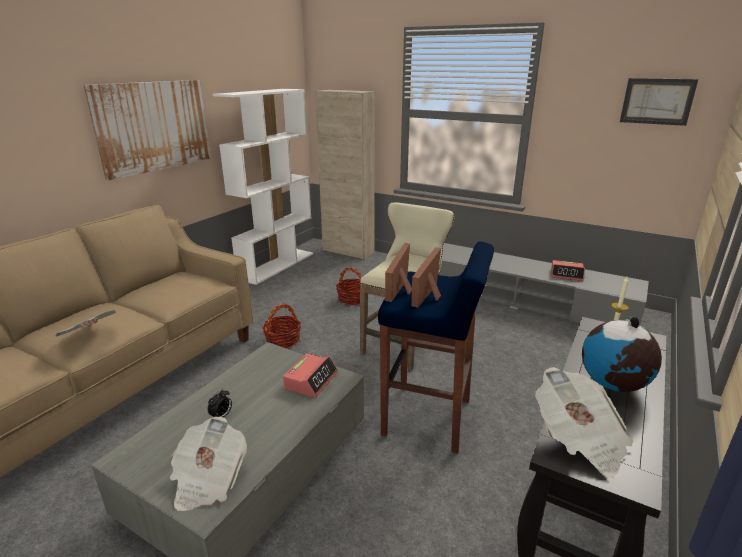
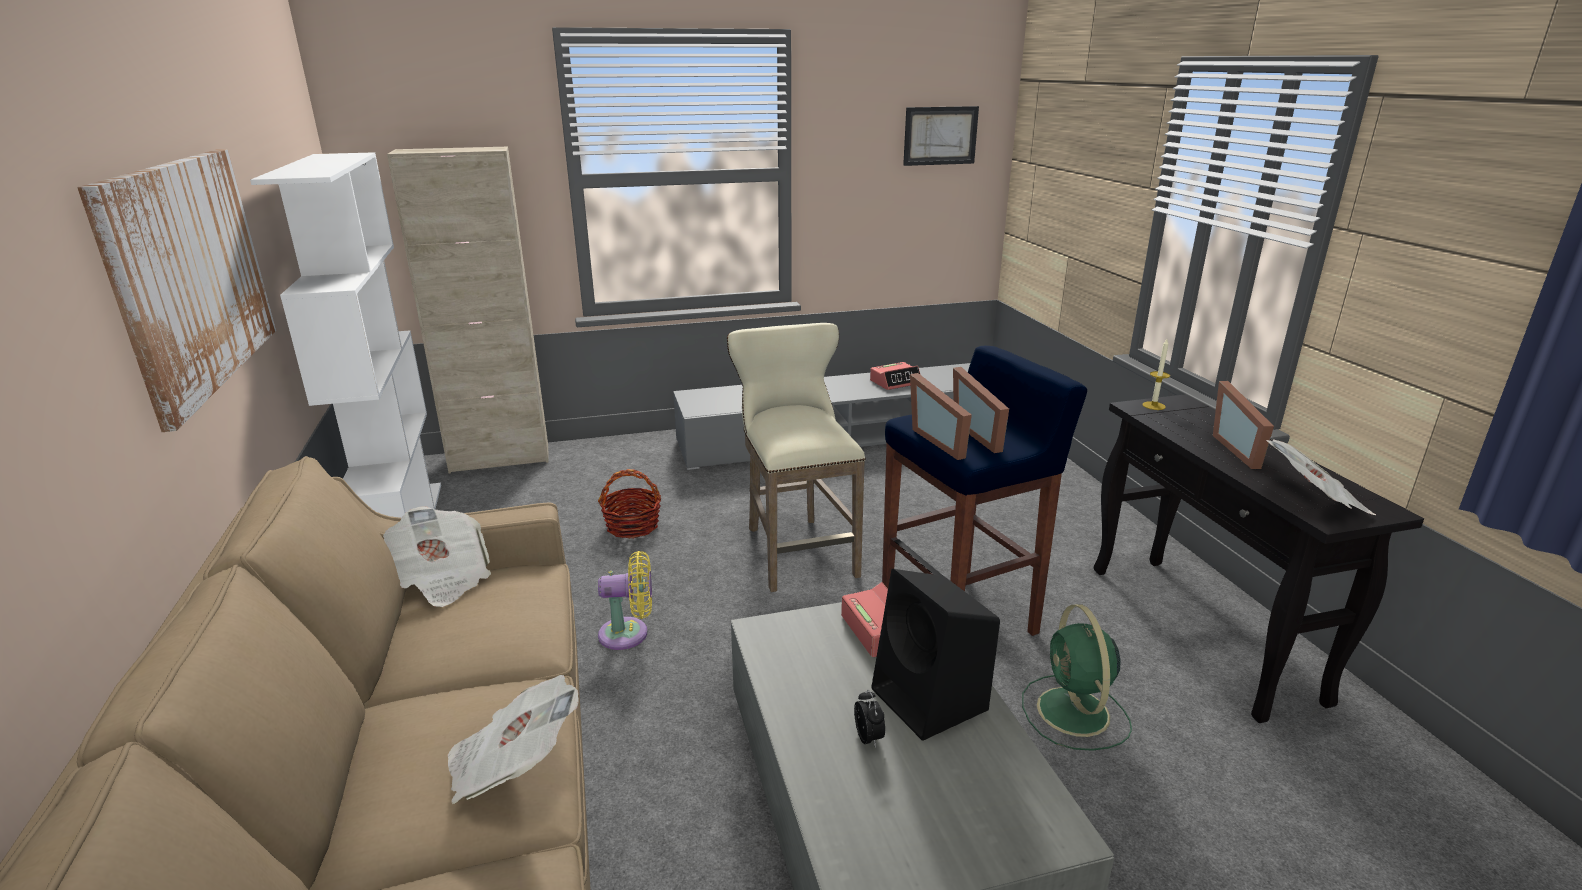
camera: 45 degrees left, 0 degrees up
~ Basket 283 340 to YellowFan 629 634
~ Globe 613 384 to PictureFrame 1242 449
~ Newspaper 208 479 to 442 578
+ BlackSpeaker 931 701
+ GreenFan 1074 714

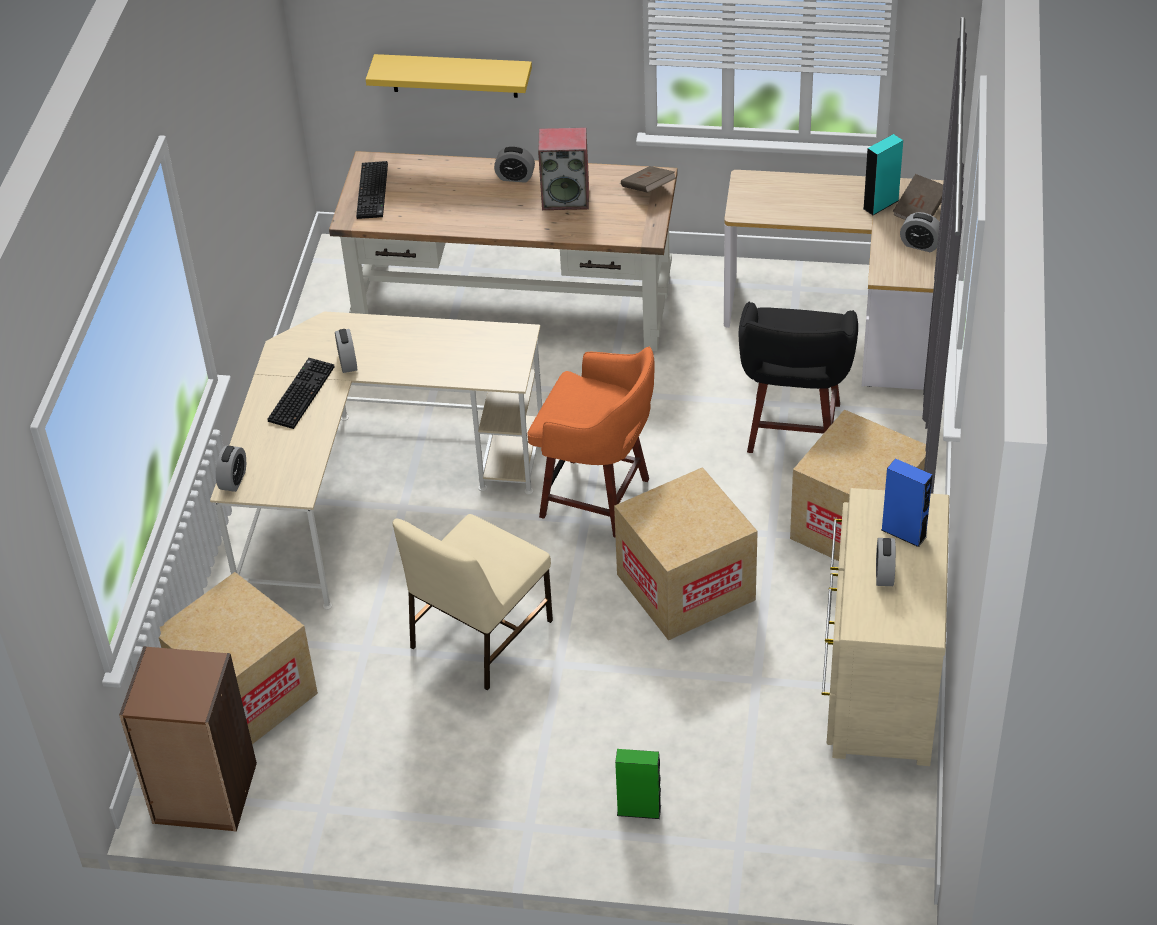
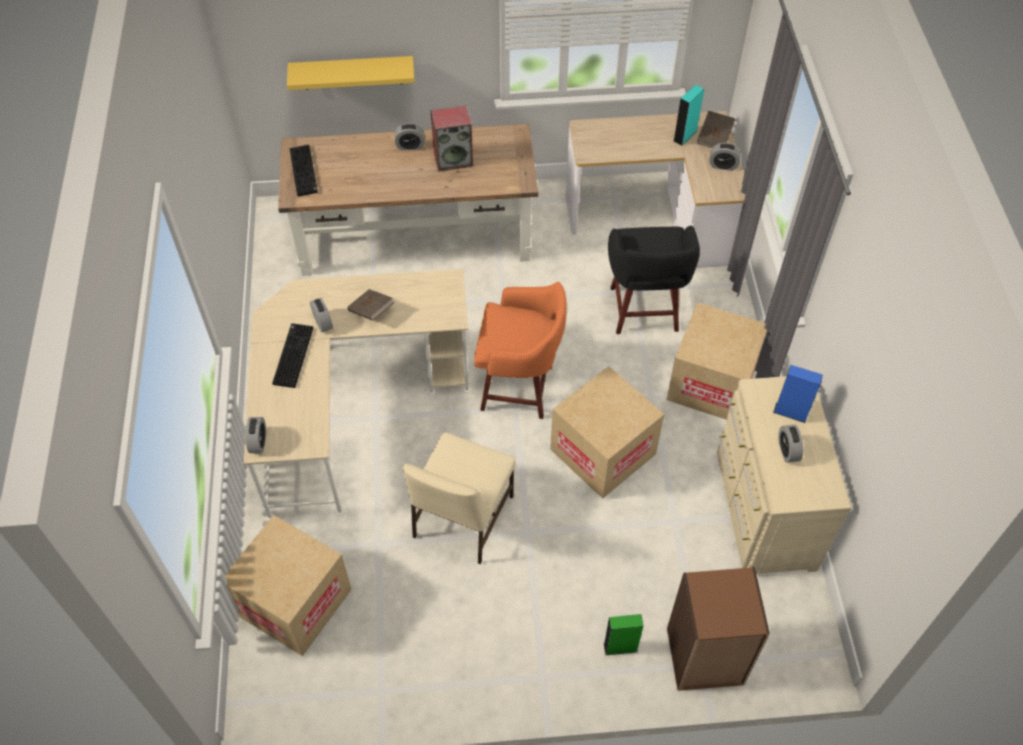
camera: 15 degrees left, 10 degrees up
~ BrownBook 648 189 to 371 311
~ BrownBookcase 204 794 to 705 657

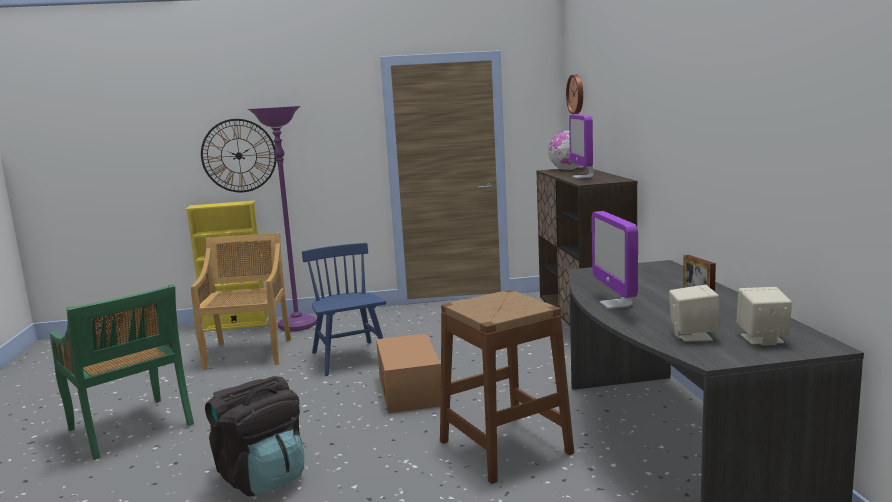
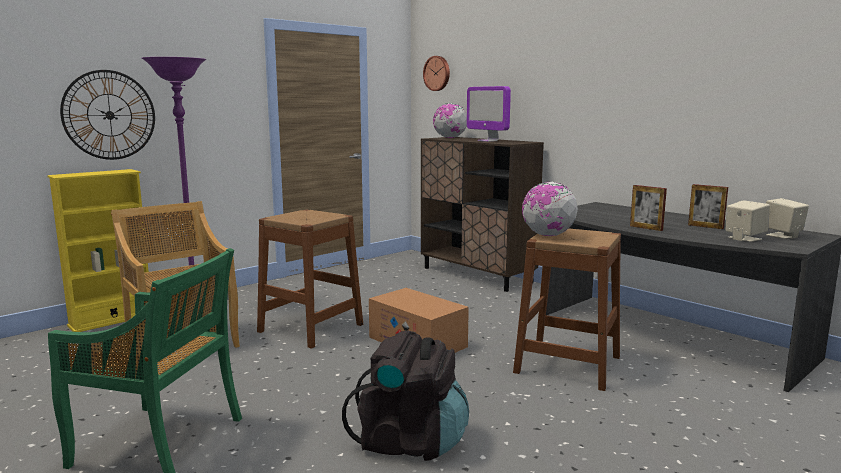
camera: 35 degrees left, 0 degrees up
~ Monitor 616 304 to PictureFrame 646 228
~ BlueChair 350 358 to BrownStool 310 328
+ Globe 548 235

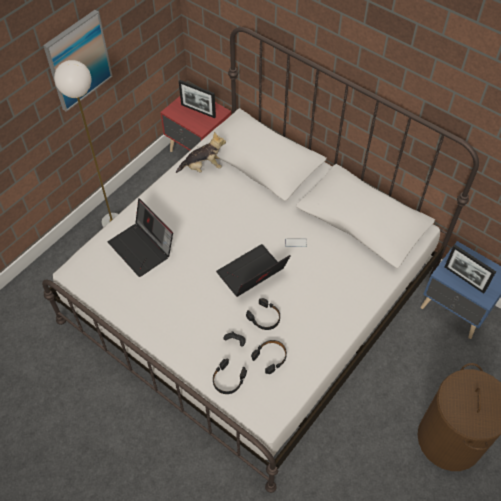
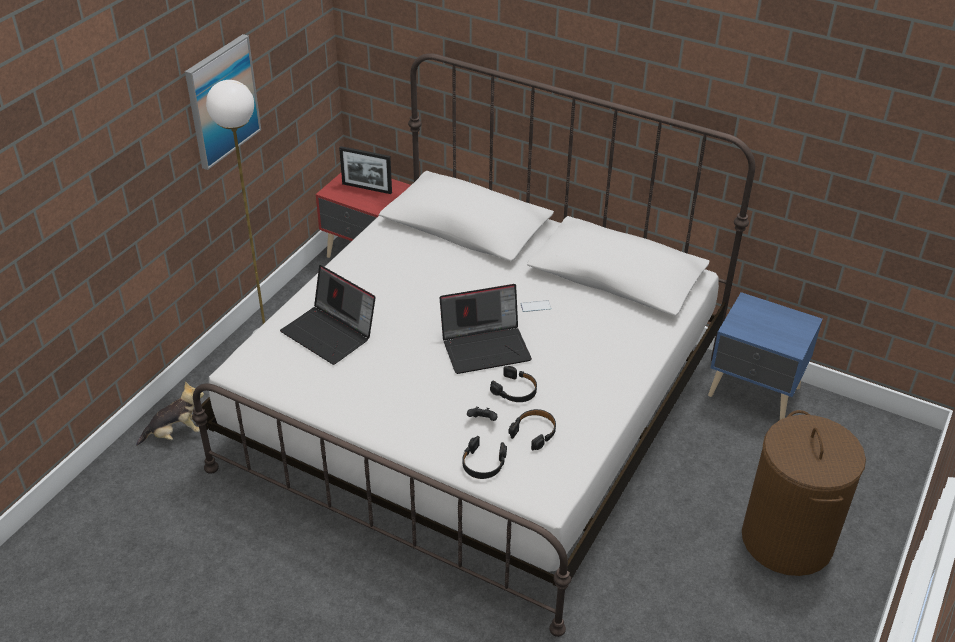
camera: 10 degrees left, 15 degrees down
~ PlushToy 203 167 to 176 433
~ Laptop 252 275 = 486 346 150 degrees counterclockwise
- PictureFrame 464 279

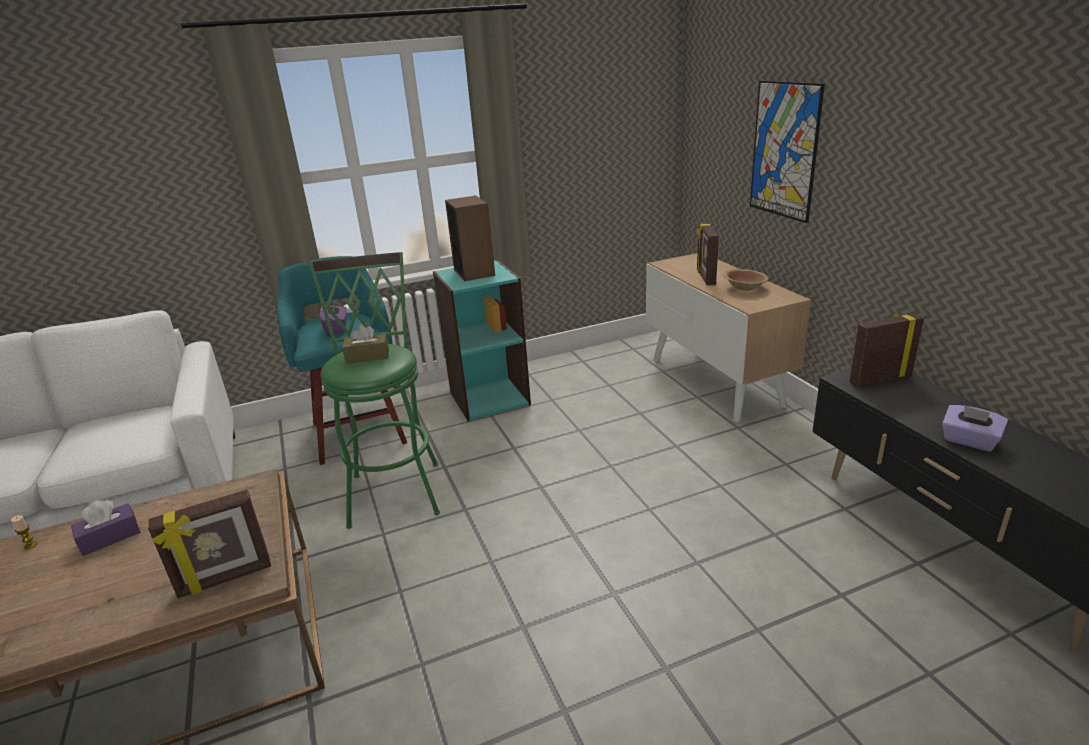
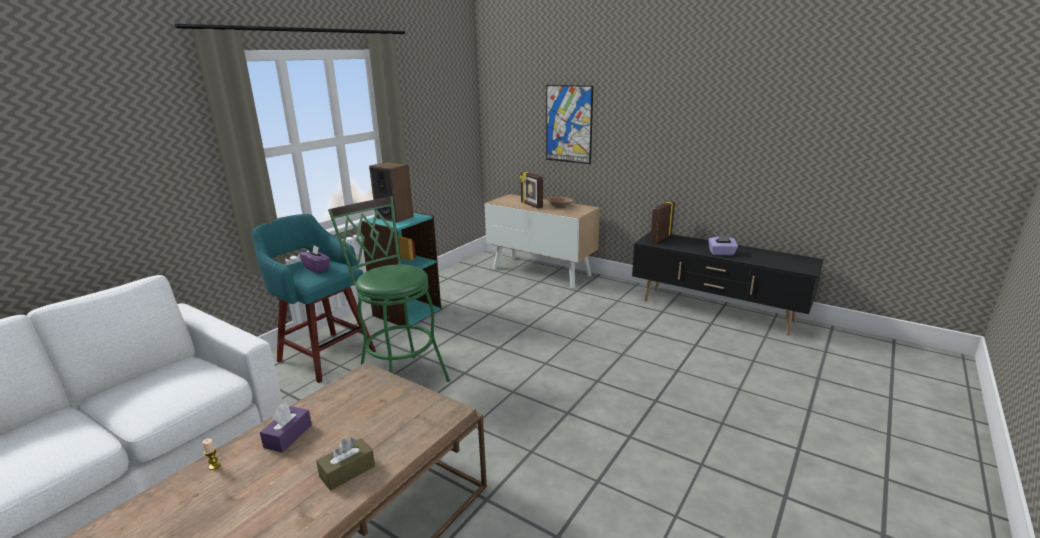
camera: 35 degrees left, 5 degrees down
~ BrownTissueBox 367 356 to 347 471
- PictureFrame 225 579

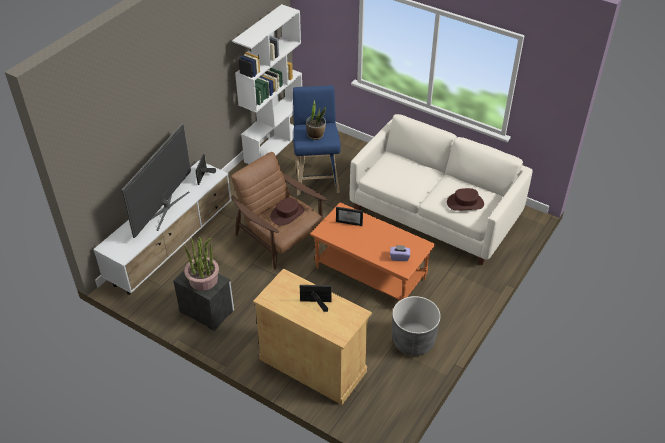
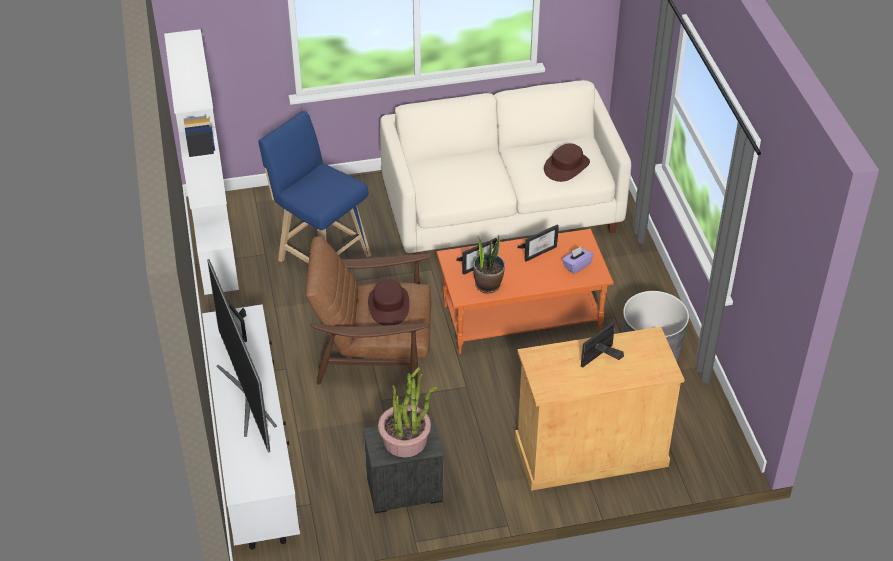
camera: 45 degrees left, 0 degrees up
~ PottedPlant 315 135 to 488 284
+ PictureFrame 539 251

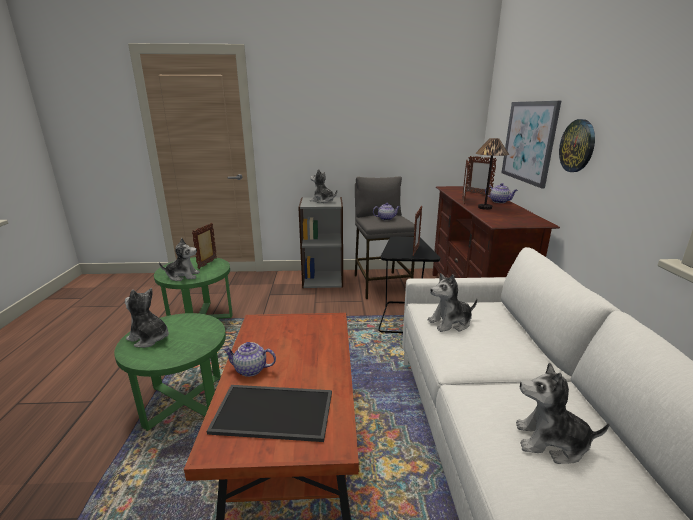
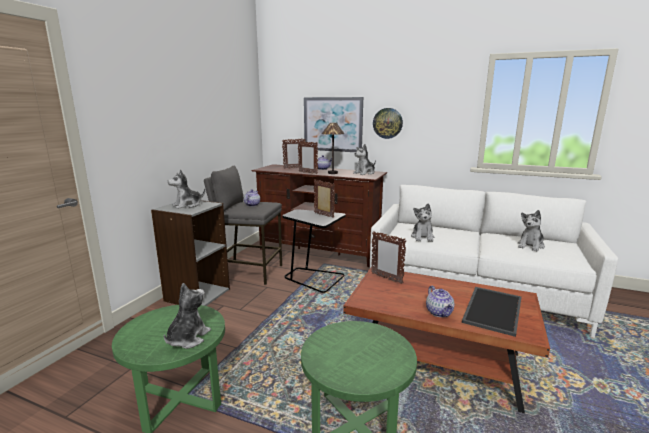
camera: 65 degrees left, 5 degrees down
~ PictureFrame 208 263 to 386 278
~ PlushToy 149 338 to 365 173
~ Teapot 250 370 = 439 312 45 degrees counterclockwise

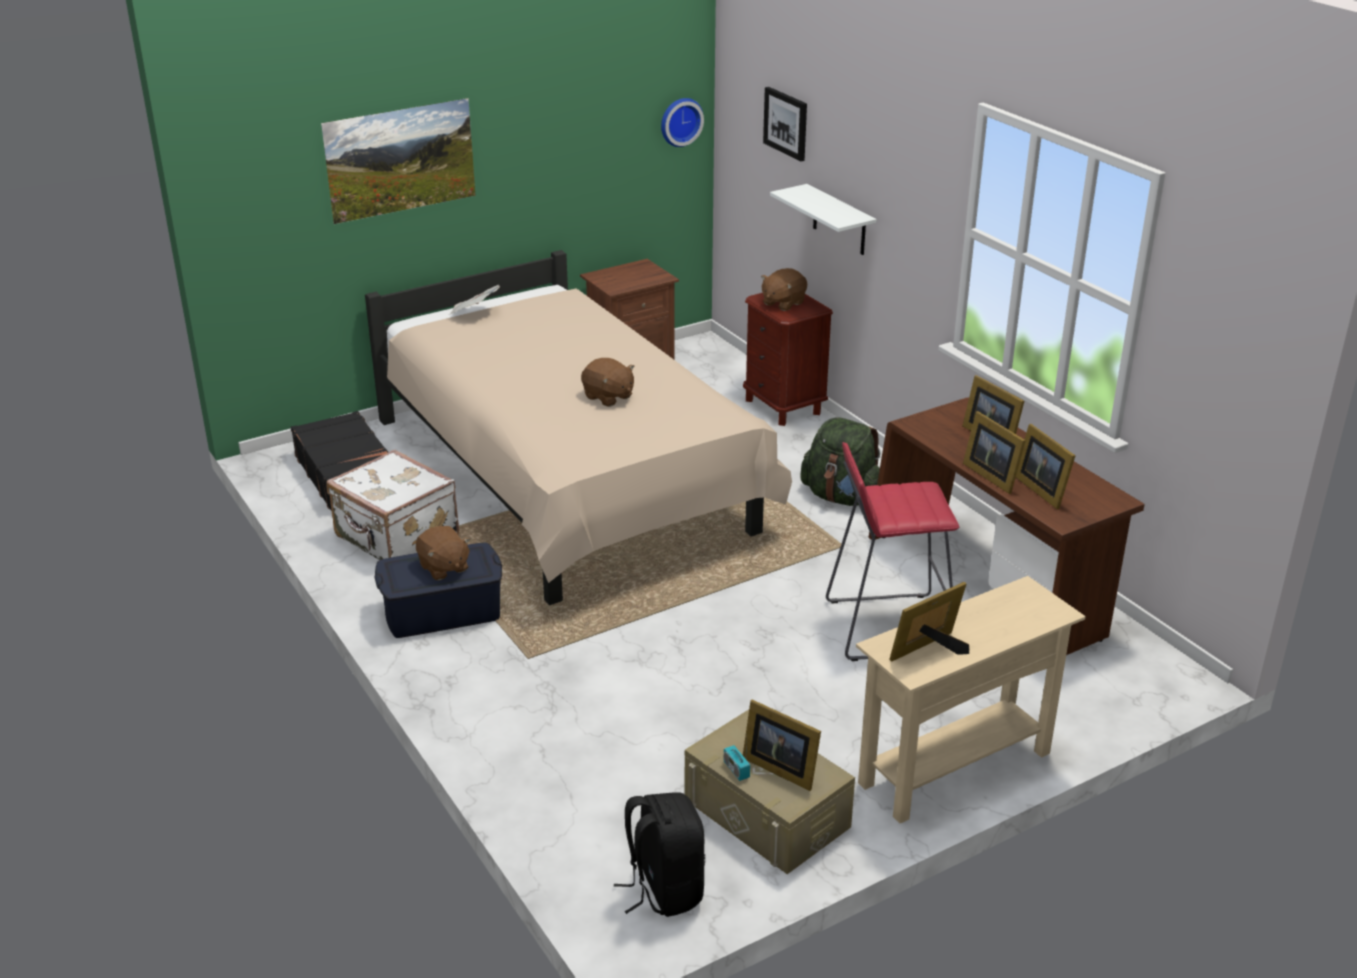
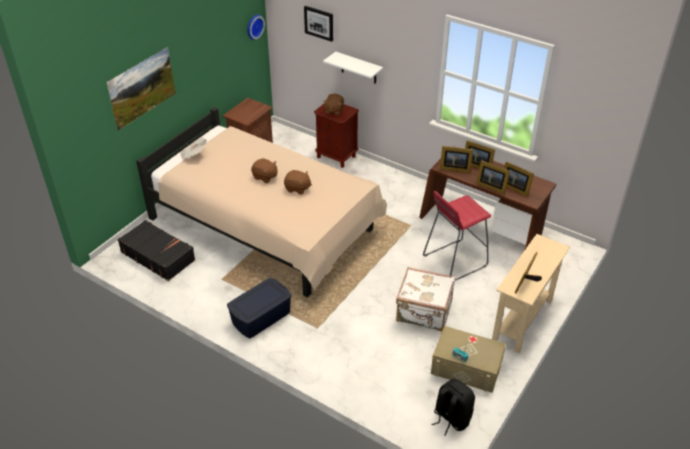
camera: 25 degrees left, 10 degrees up
- GreenBackpack 841 497
~ WhiteSuitcase 396 539 to 424 312
~ BrownPlushToy 443 568 to 265 177
~ PictureFrame 779 767 to 454 168

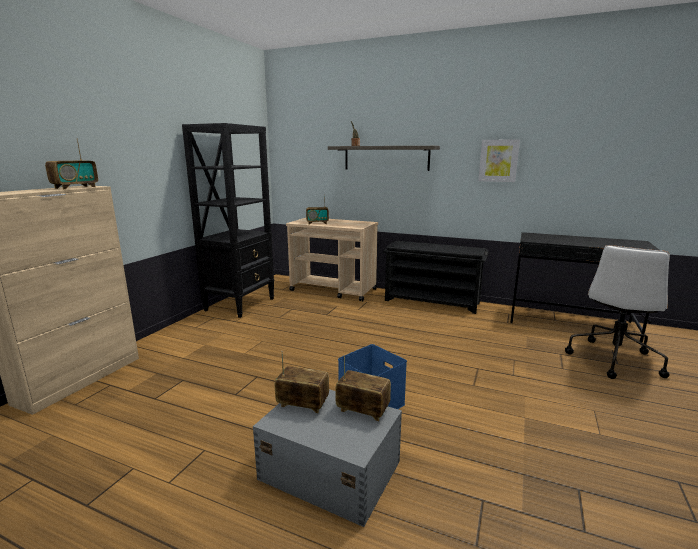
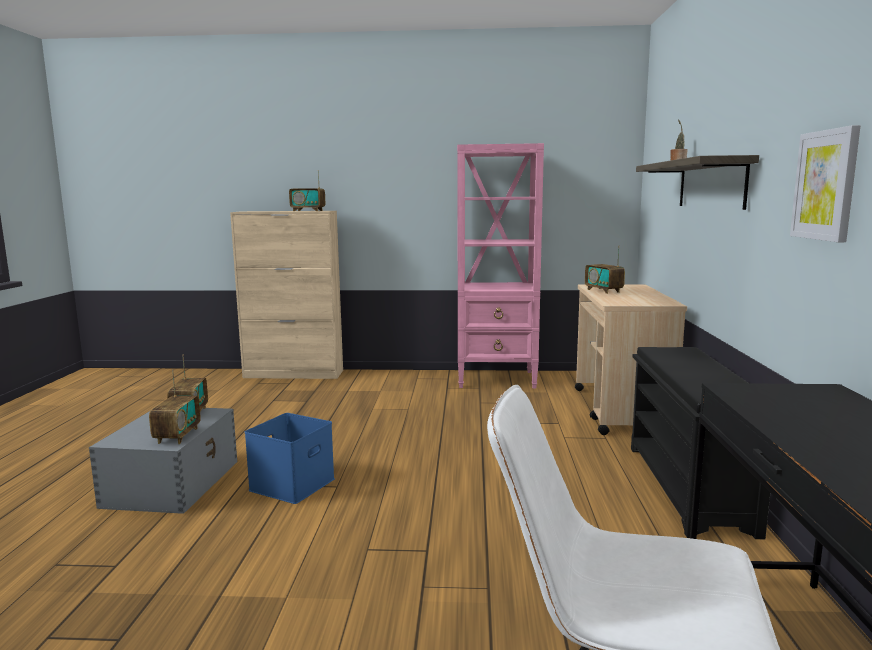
camera: 70 degrees right, 5 degrees down
~ BlackBookcase 240 304 to PinkBookcase 497 379

